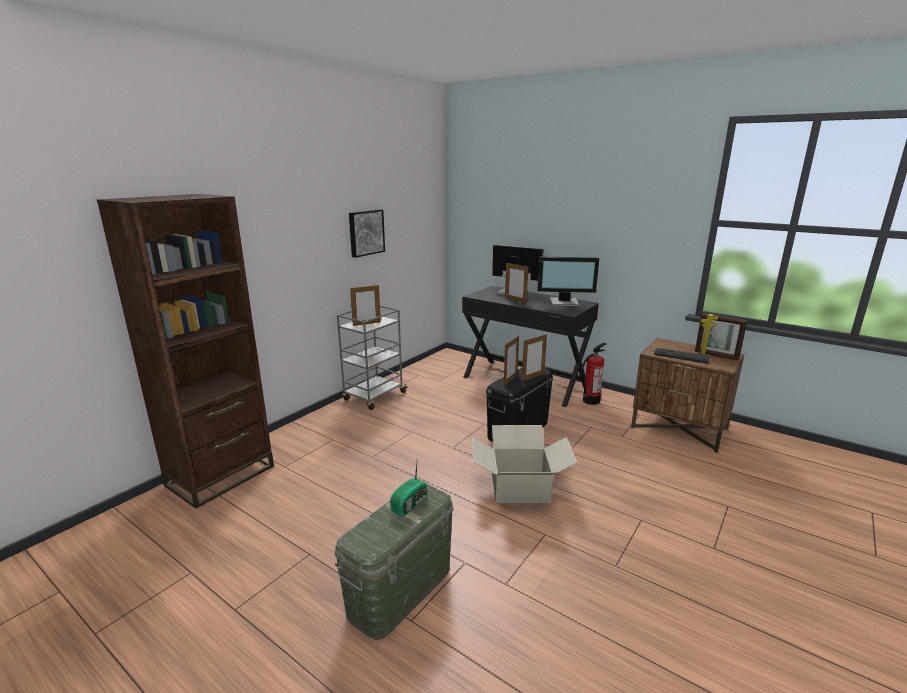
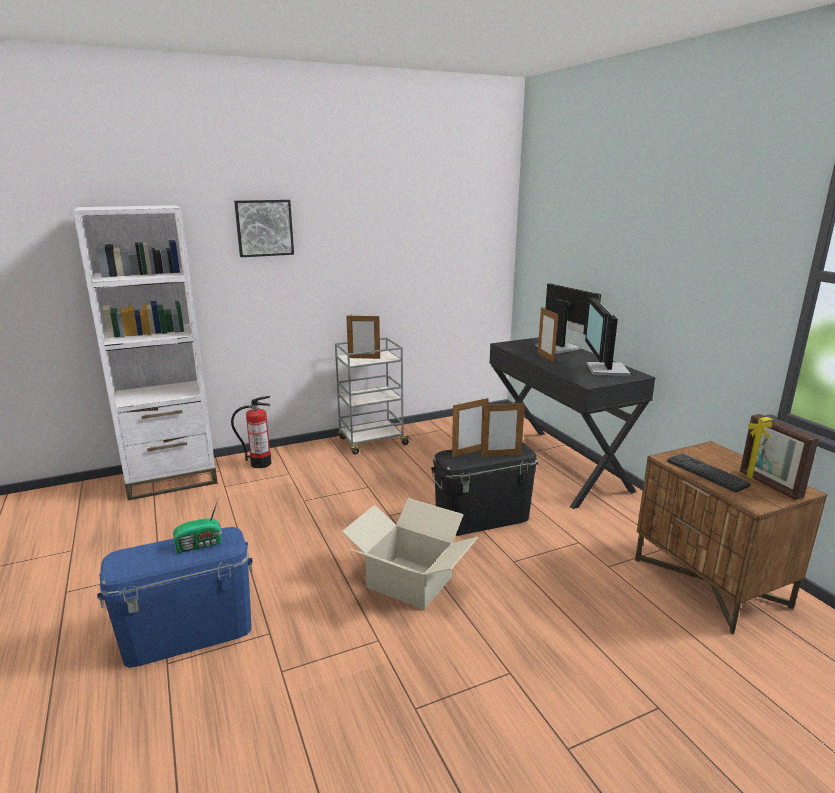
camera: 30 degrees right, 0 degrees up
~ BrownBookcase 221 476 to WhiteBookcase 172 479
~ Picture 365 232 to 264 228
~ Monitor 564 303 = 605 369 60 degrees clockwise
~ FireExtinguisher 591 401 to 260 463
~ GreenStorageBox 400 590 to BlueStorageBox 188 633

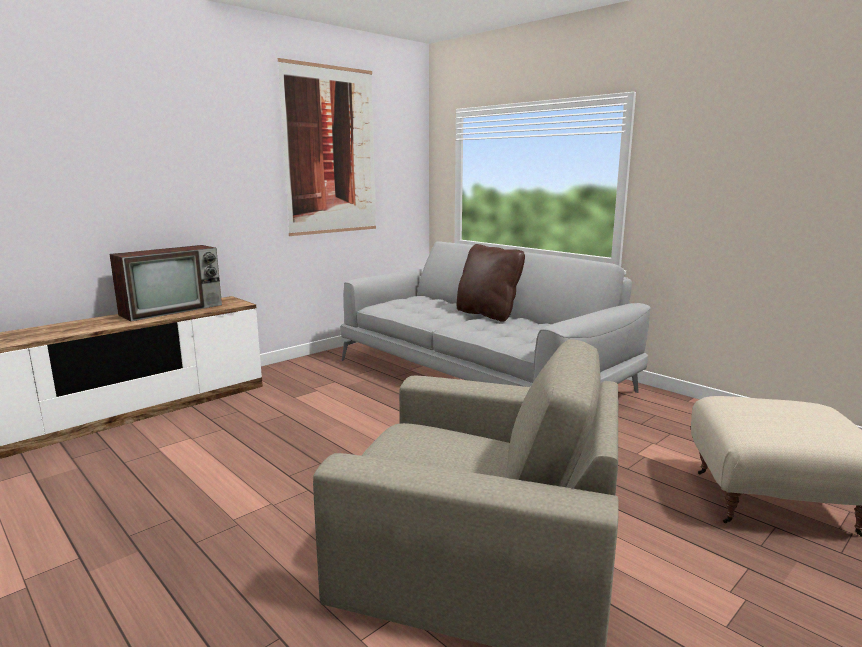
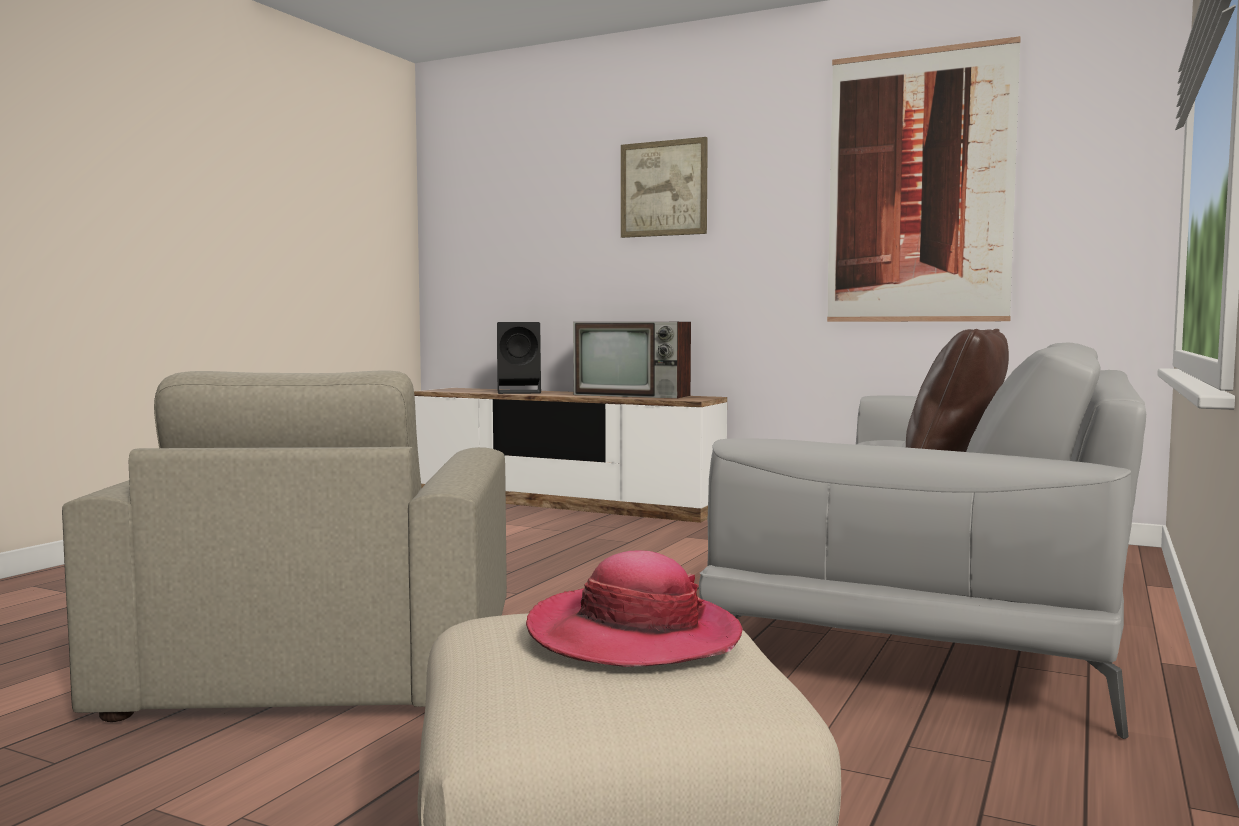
camera: 70 degrees right, 10 degrees down
+ Picture 663 188
+ BlackSpeaker 520 392
+ Hat 634 636

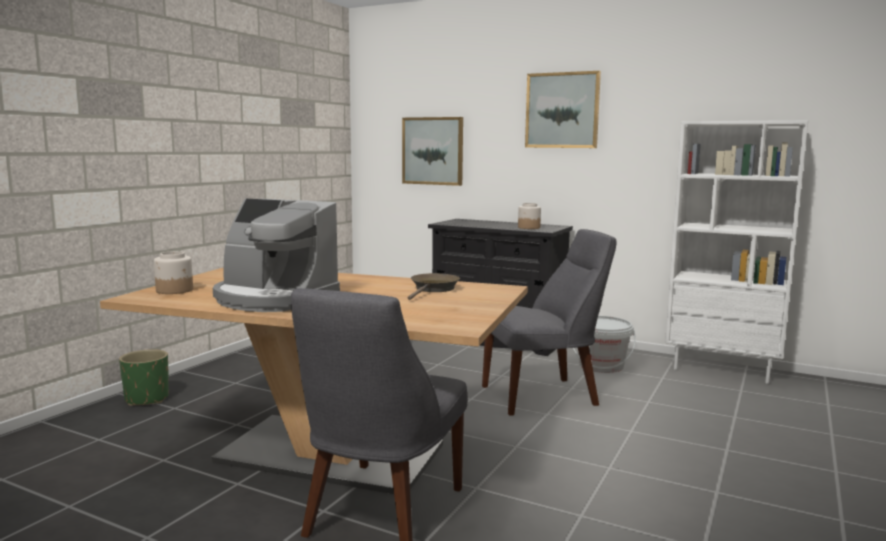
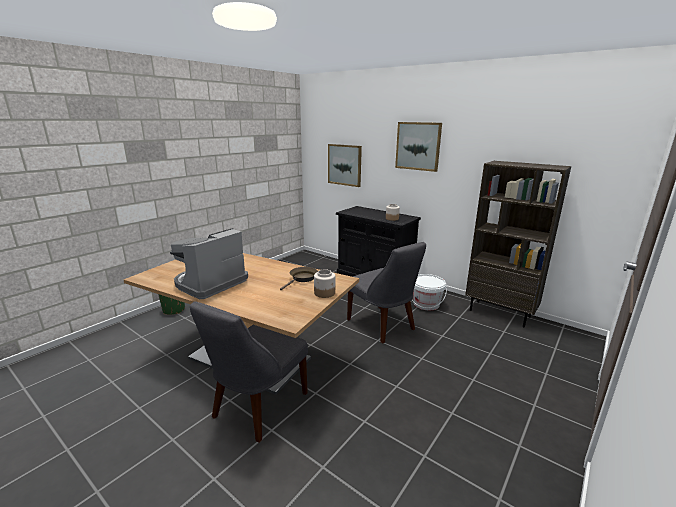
camera: 10 degrees right, 10 degrees up
~ WhiteBookcase 723 369 to BrownBookcase 500 313
~ CoffeeMachine 273 299 = 210 283 90 degrees clockwise
~ GreyChair 544 395 = 383 325 60 degrees clockwise
~ Jar 175 290 to 325 293

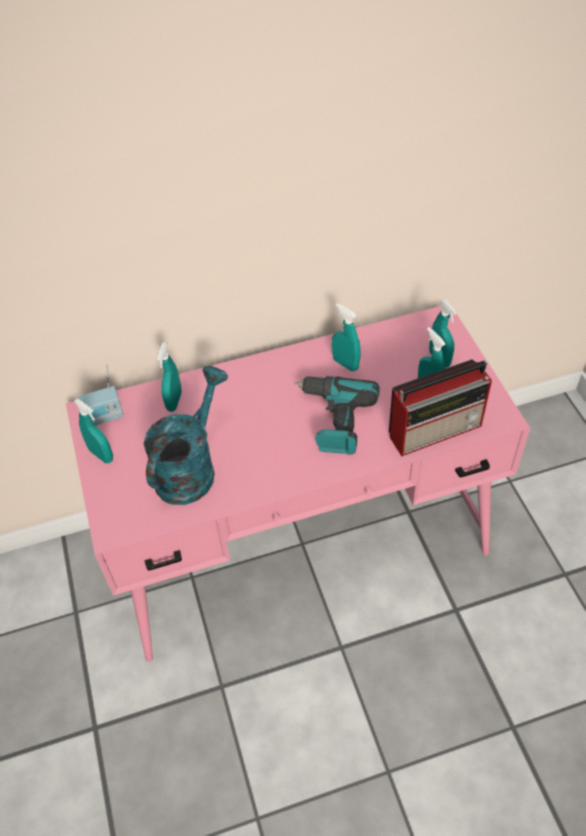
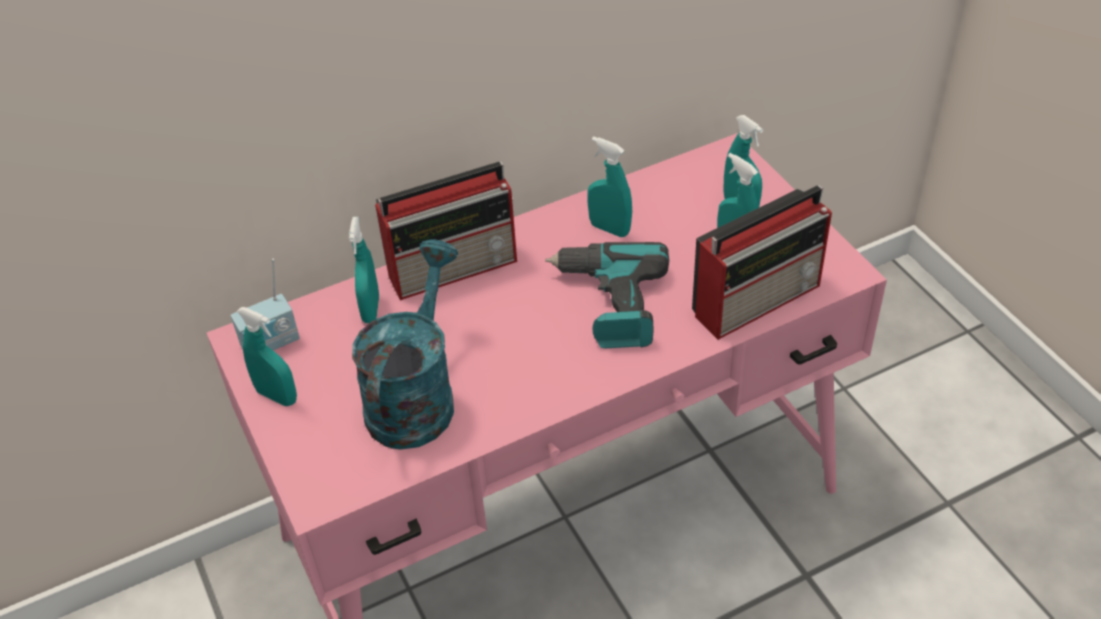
camera: 10 degrees left, 5 degrees down
+ Radio 455 266

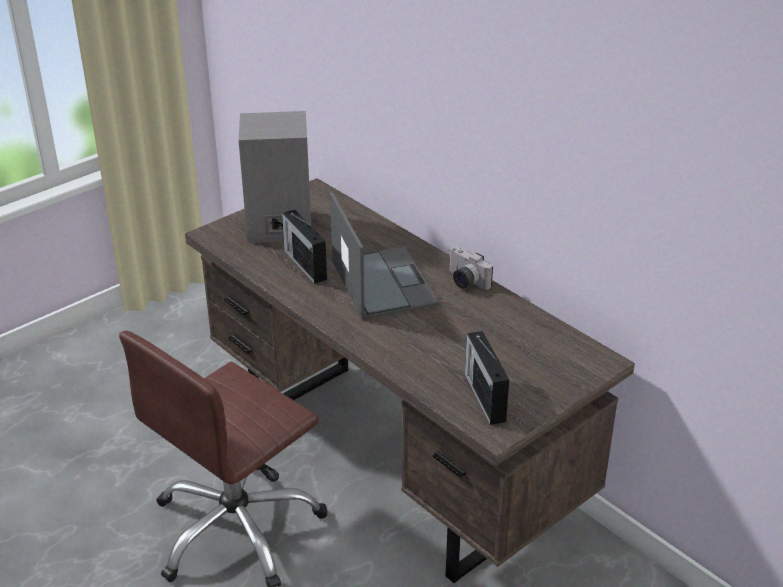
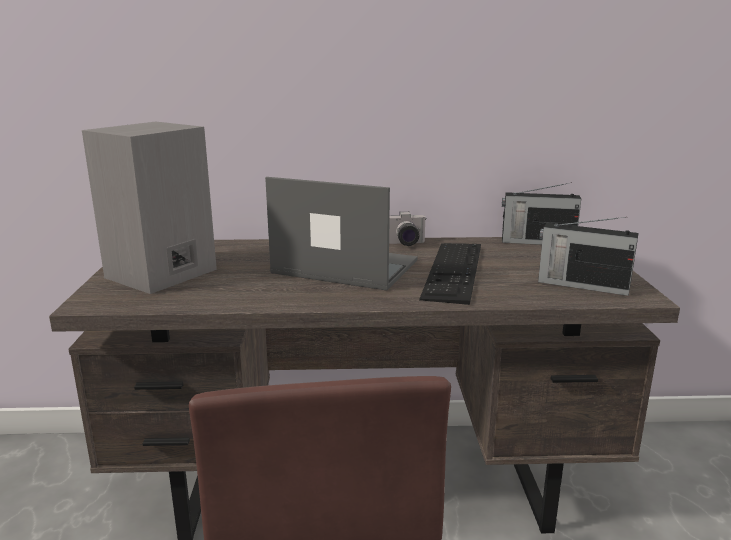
camera: 50 degrees left, 15 degrees down
~ Radio 305 264 to 536 242
+ Keyboard 453 270

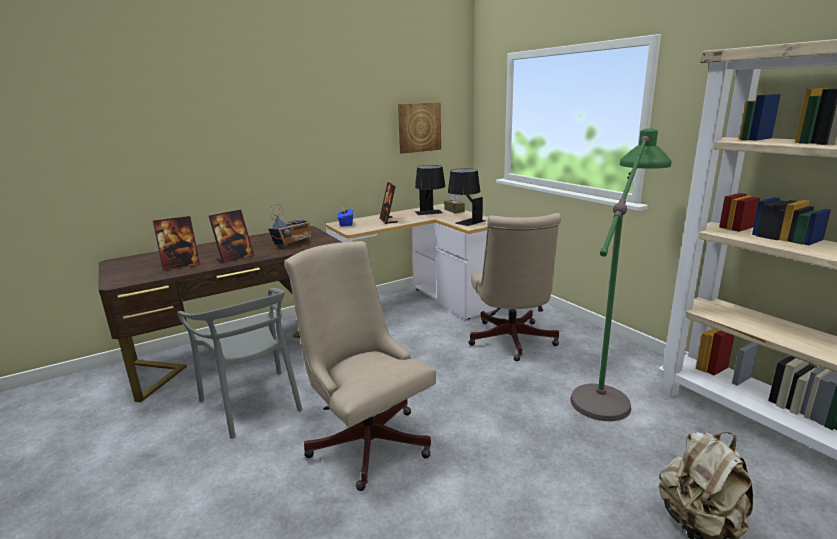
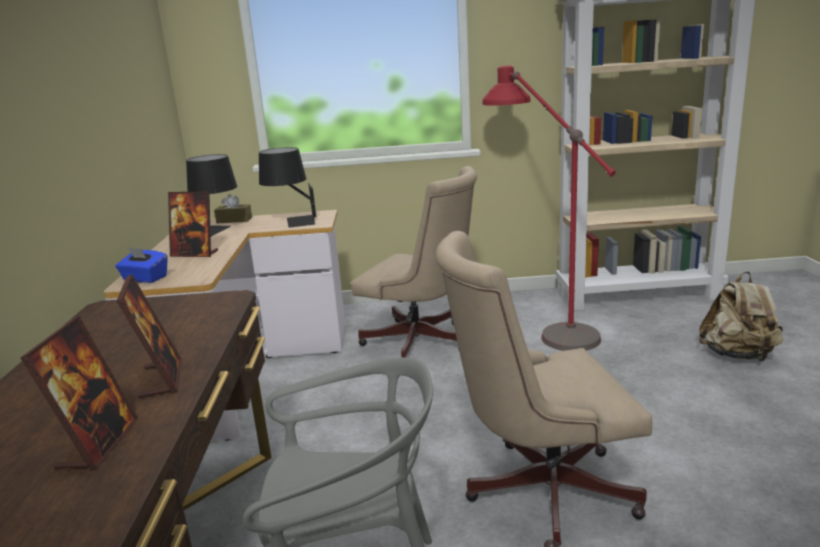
camera: 60 degrees left, 0 degrees up
- Picture 419 127
~ GreenFloorLamp 609 383 to RedFloorLamp 544 324
- Radio 293 244

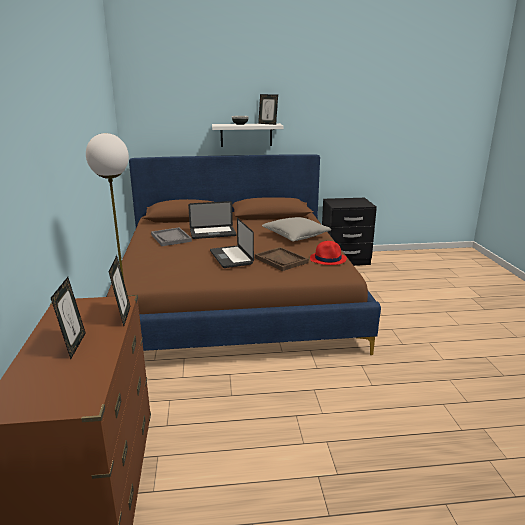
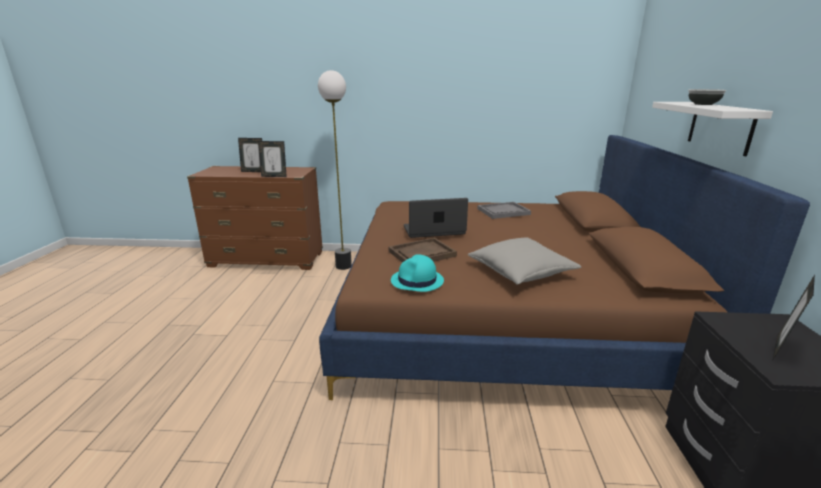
camera: 100 degrees right, 0 degrees up
~ PictureFrame 268 124 to 780 349
- Laptop 213 233
~ RedHat 328 259 to TurquoiseHat 417 281

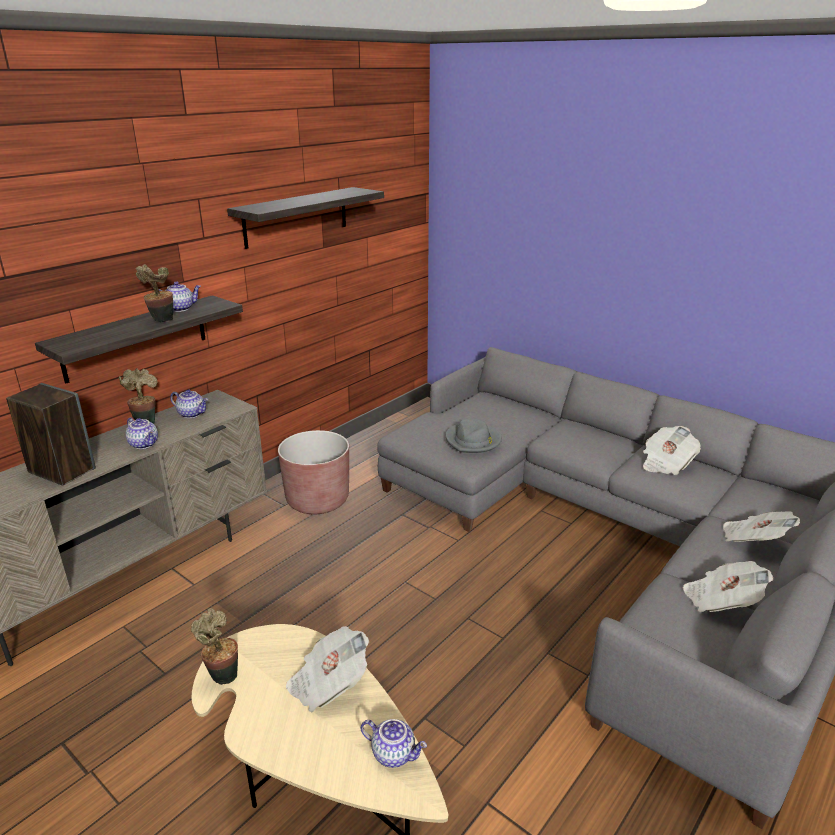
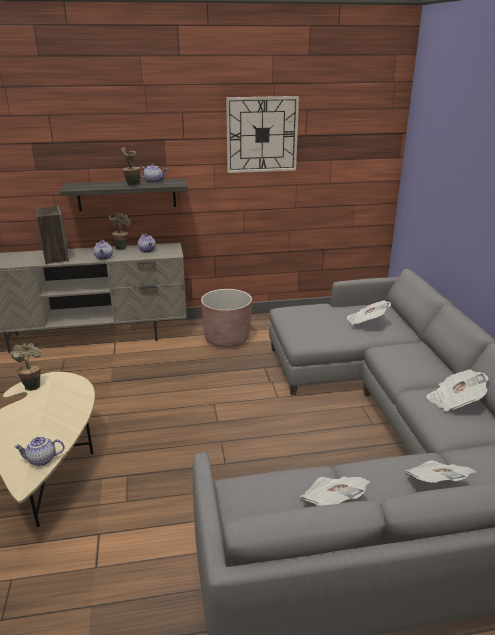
camera: 40 degrees right, 0 degrees up
~ Shelf 296 217 to WallClock 262 135
- GreyHat 473 441
~ Newspaper 328 683 to 366 322
~ Teapot 394 753 = 41 460 105 degrees clockwise

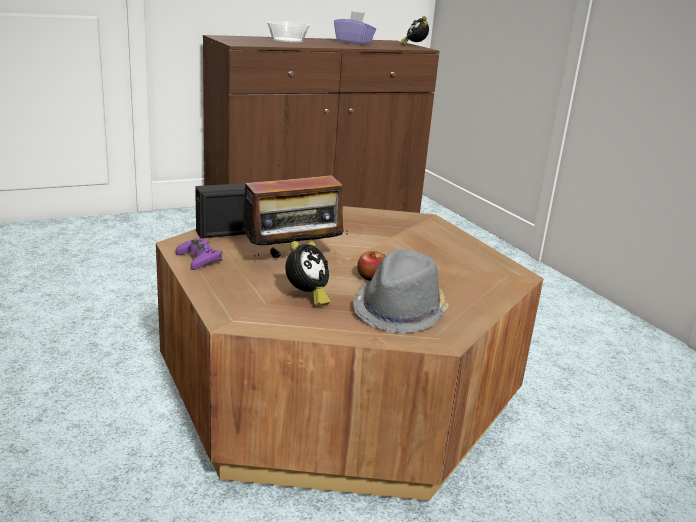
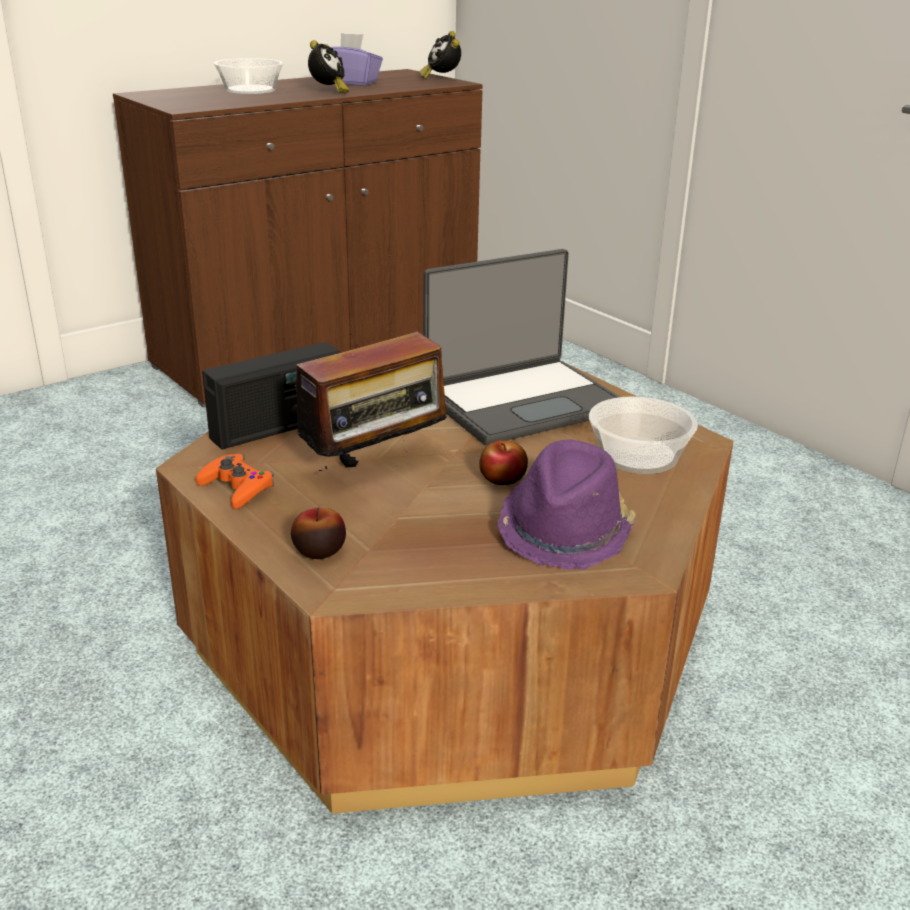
camera: 10 degrees left, 5 degrees up
~ PurpleGameController 199 259 to OrangeGameController 237 488
~ AlarmClock 306 297 to 328 92
~ GreyHat 400 311 to PurpleHat 566 531
+ Laptop 522 402
+ Bowl 637 455
+ Apple 319 551

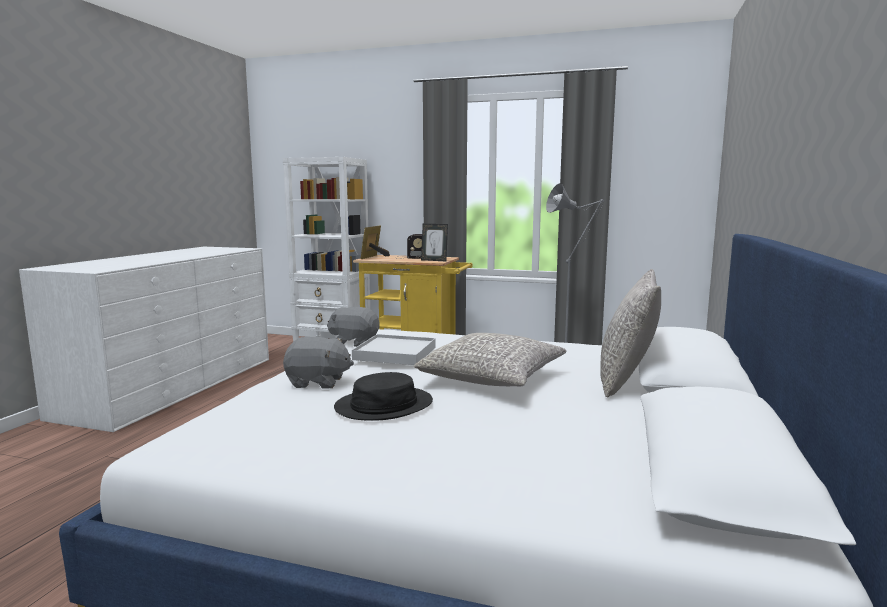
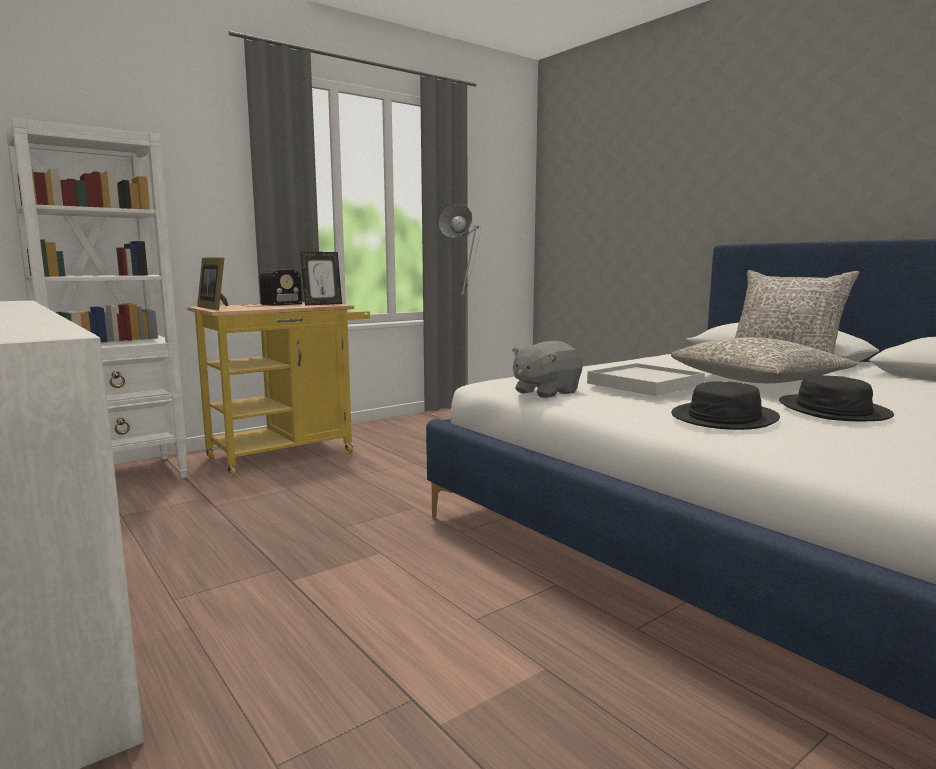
camera: 55 degrees left, 0 degrees up
~ GreyPlushToy 318 382 to BlackHat 724 418

